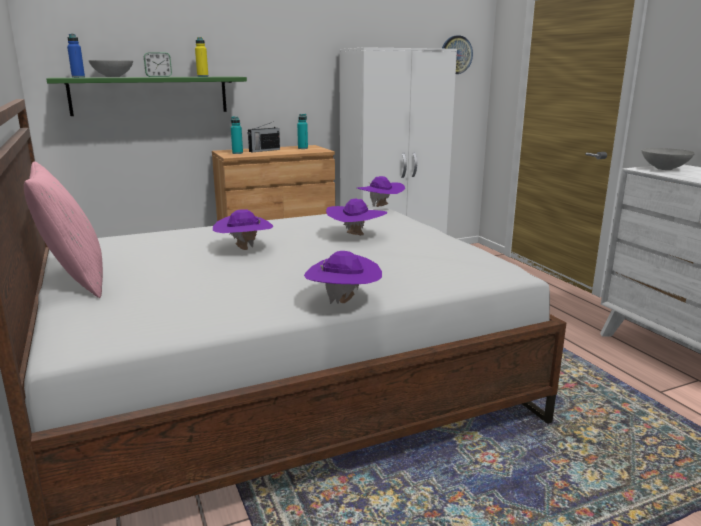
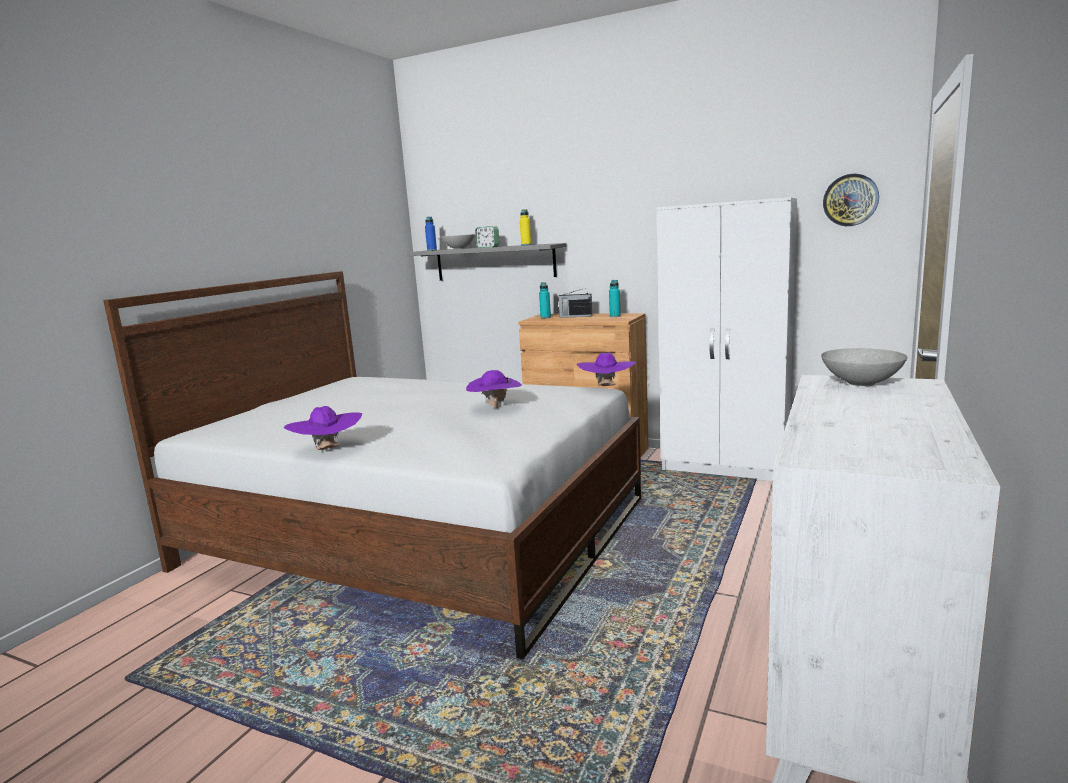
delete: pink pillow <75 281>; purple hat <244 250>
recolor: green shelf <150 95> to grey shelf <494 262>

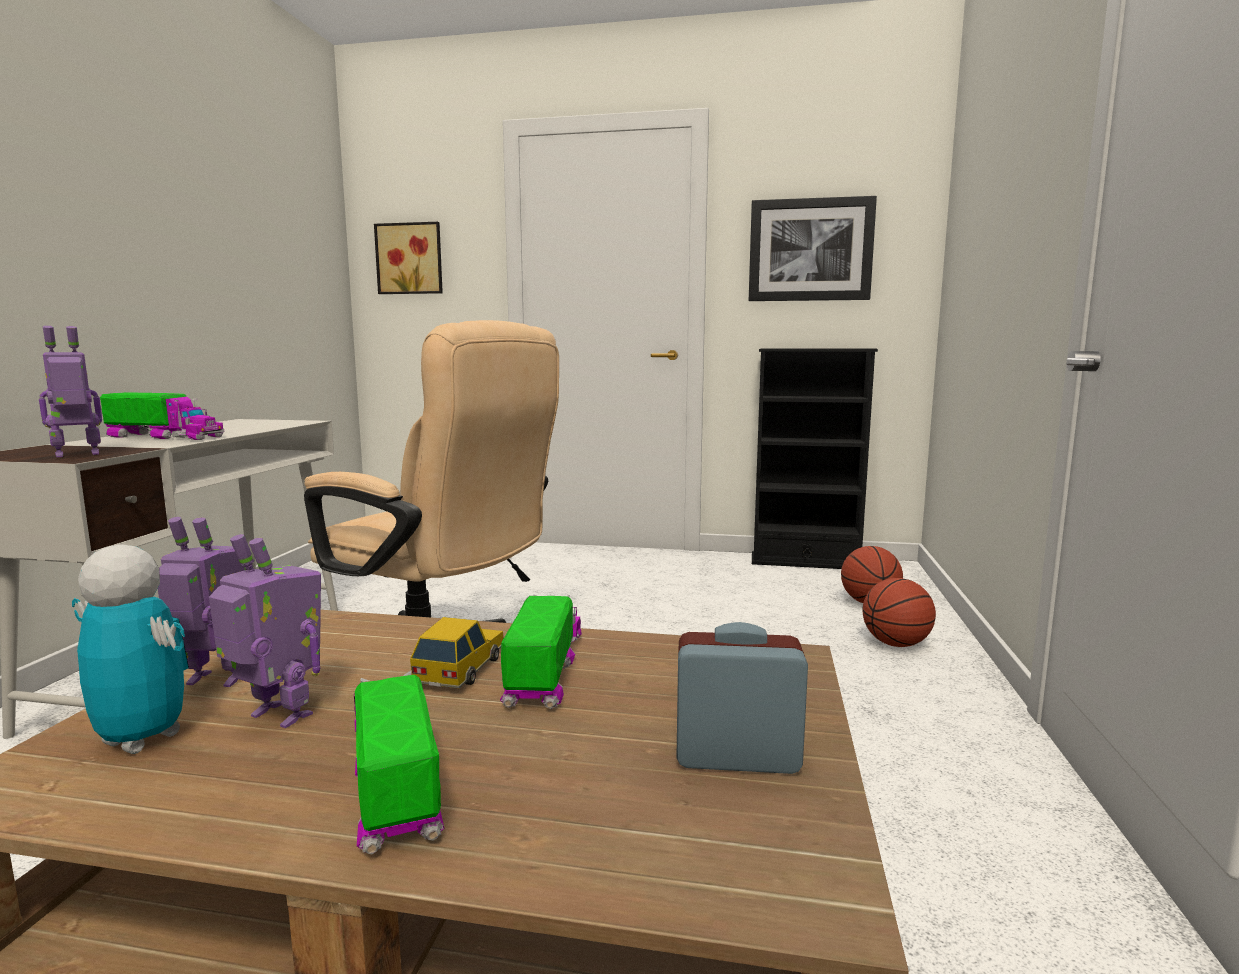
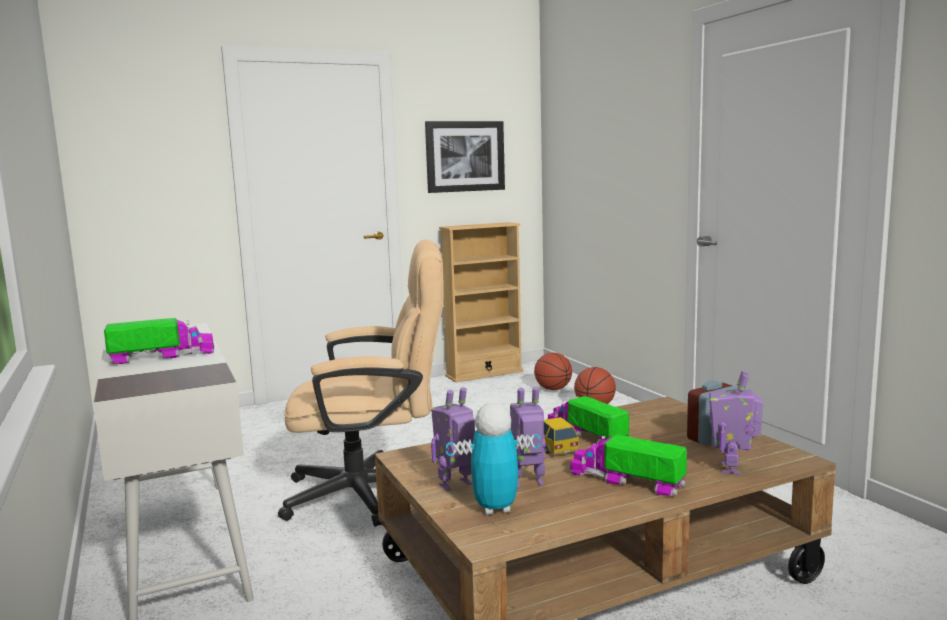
delete: picture <410 259>
move: toy robot <77 454> to <732 468>
recolor: black bookcase <805 562> to beige bookcase <484 373>

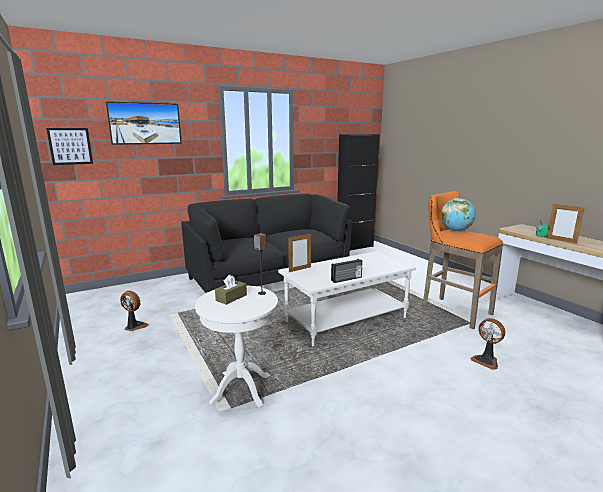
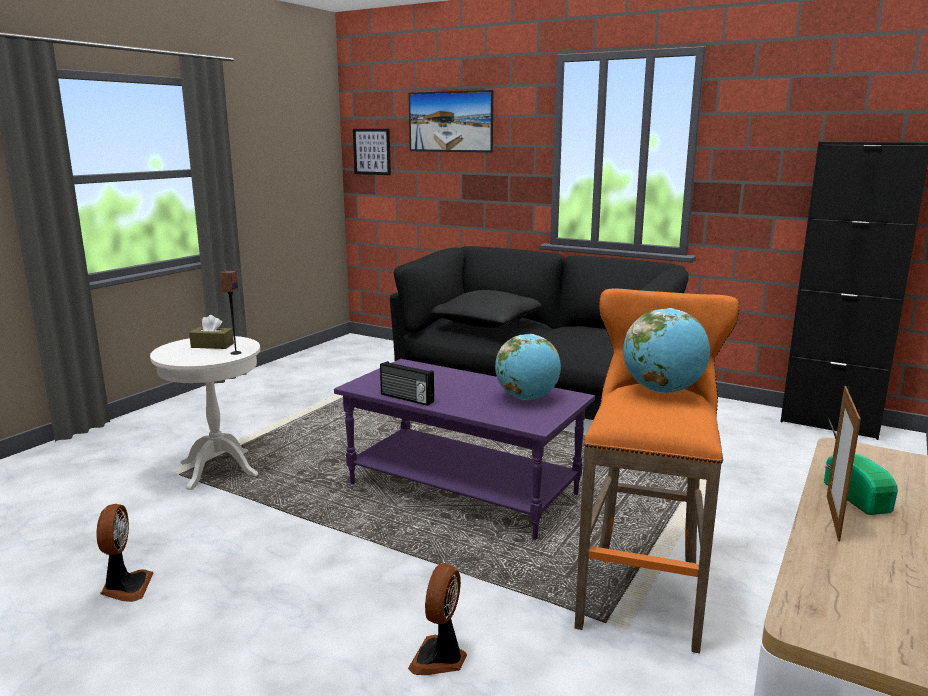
delete: picture frame <300 269>
insert: black pillow <487 324>; globe <527 398>
move: fan <134 326> to <125 587>
recolor: white coffee table <346 319> to purple coffee table <464 489>

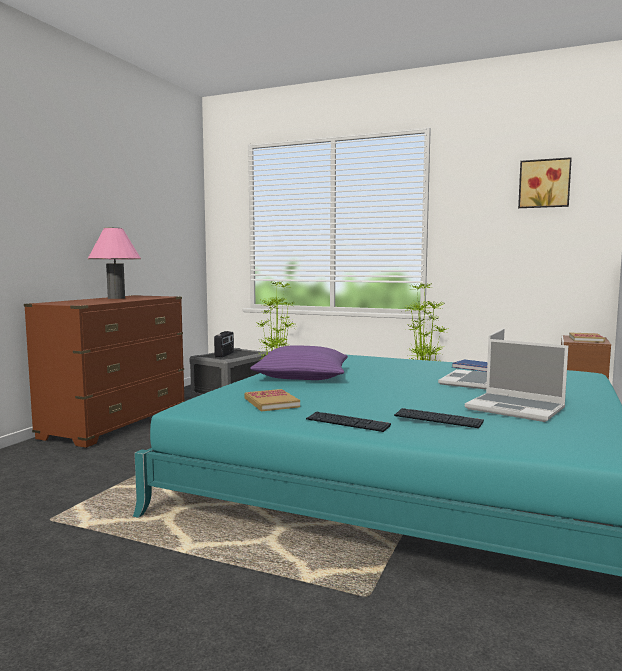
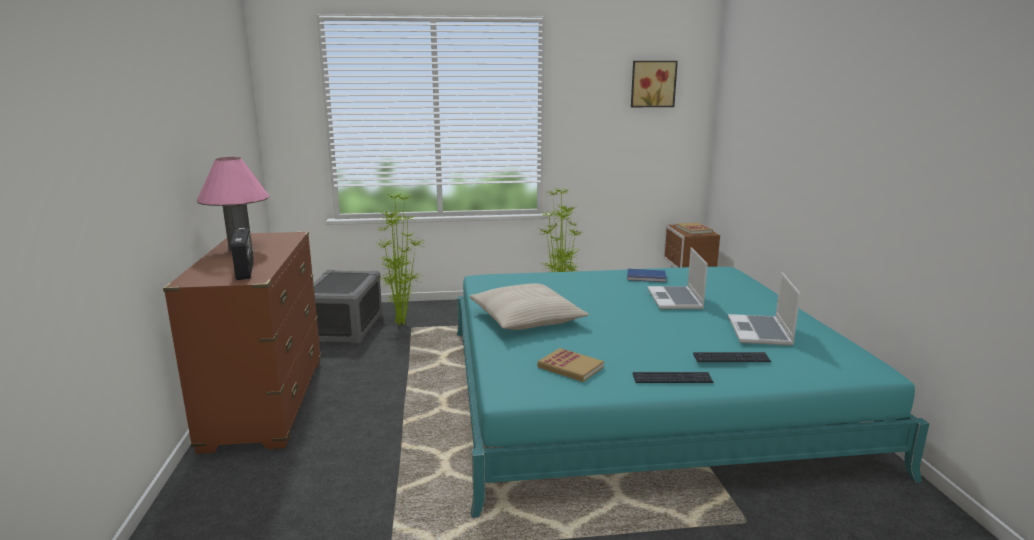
move: radio <224 354> to <246 271>
recolor: purple pillow <302 375> to beige pillow <526 318>
rotate: laptop <516 409> = <760 332> 90 degrees clockwise

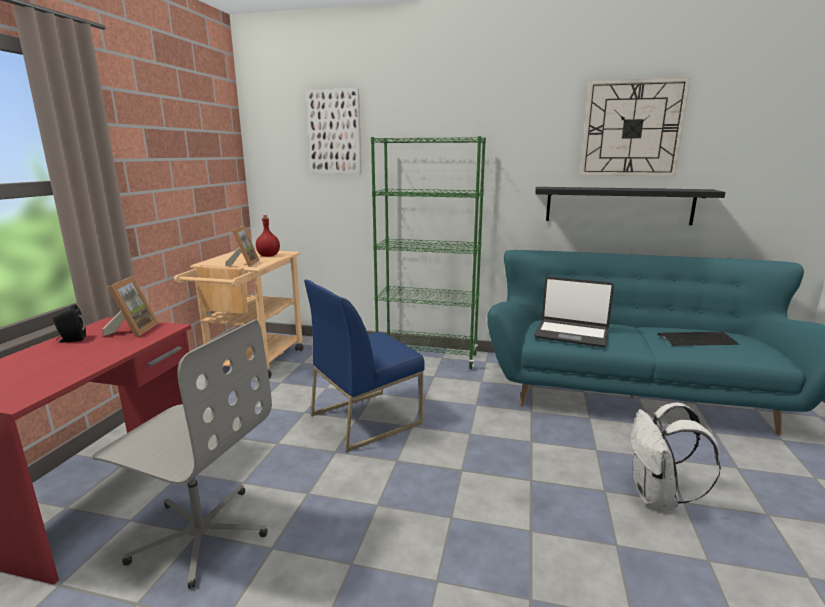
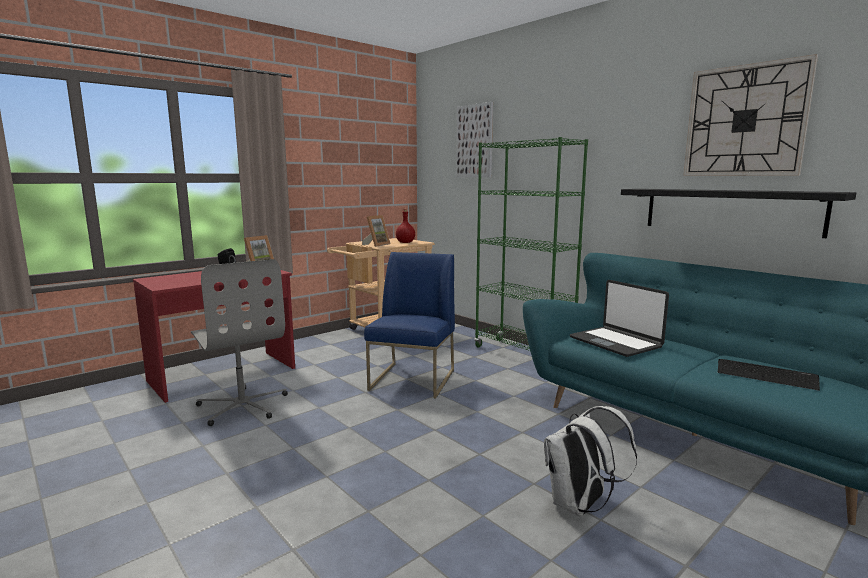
rotate: blue chair <366 418> = <413 380> 105 degrees clockwise

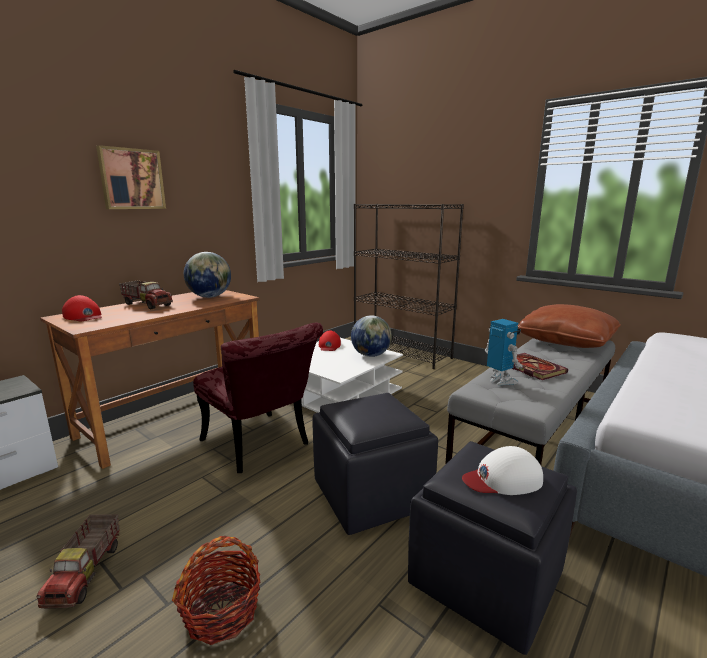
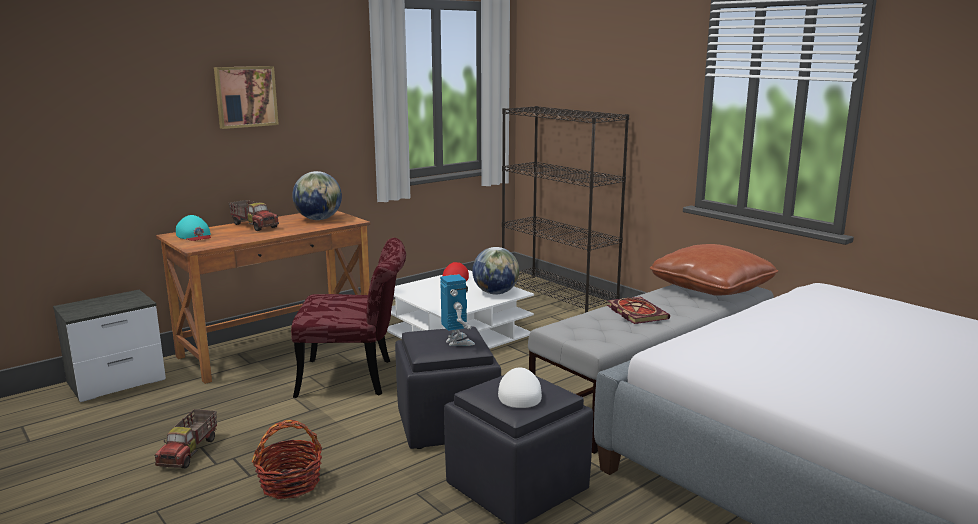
move: toy robot <500 381> to <457 342>
recolor: red cap <83 316> to turquoise cap <194 235>
rotate: red chair <261 446> = <357 378> 60 degrees counterclockwise; white cap <503 479> = <519 393> 90 degrees clockwise

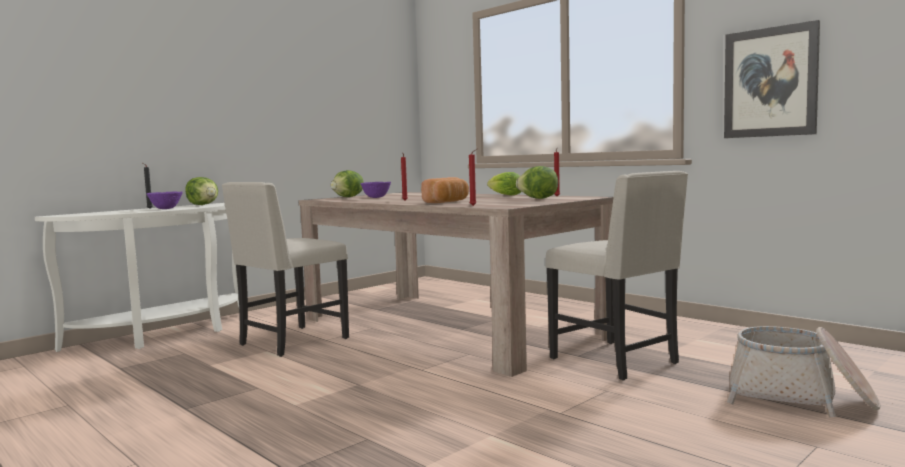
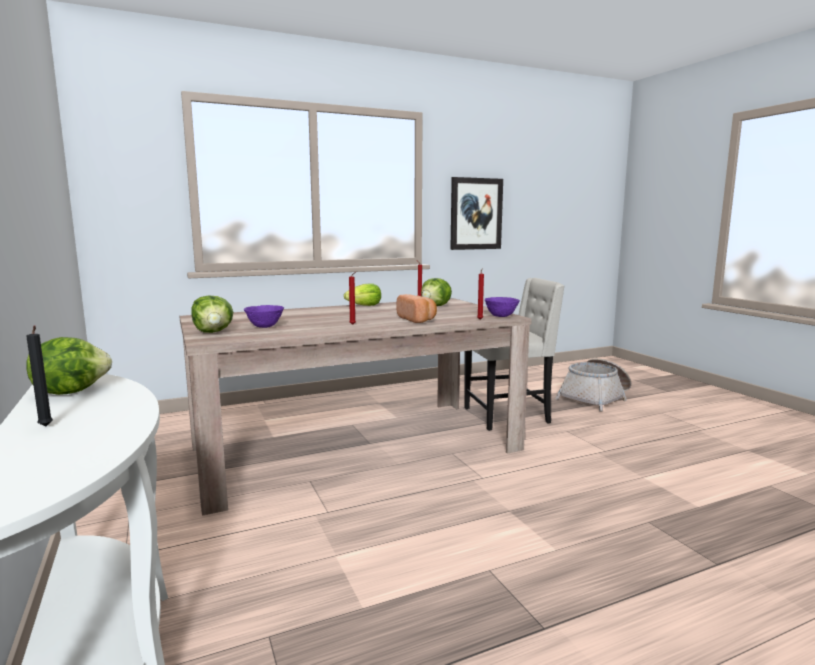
delete: beige chair <291 342>
move: purple bowl <166 209> to <501 316>

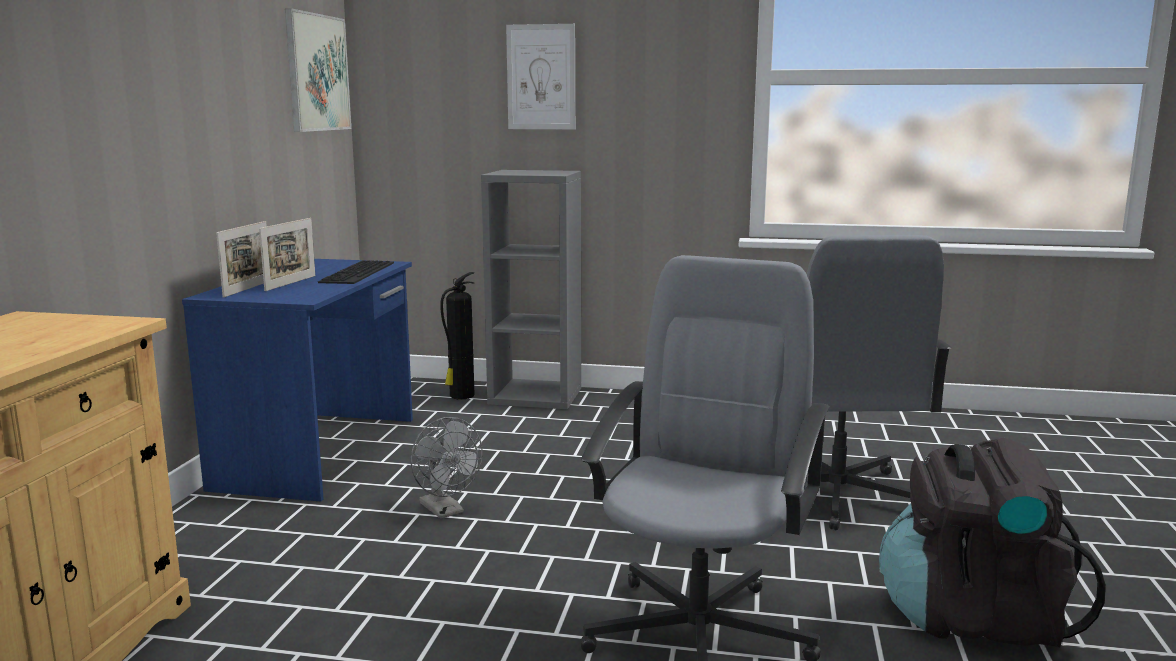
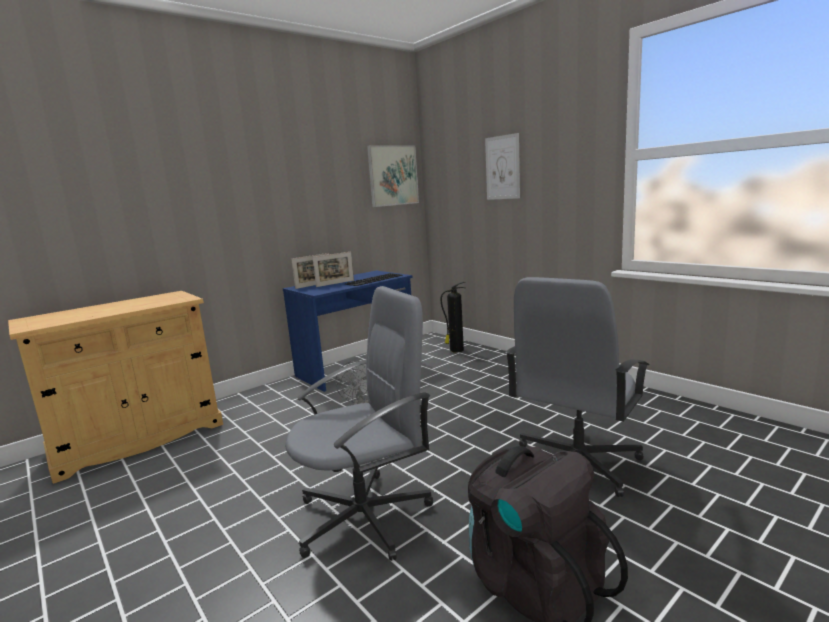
delete: grey bookcase <536 396>

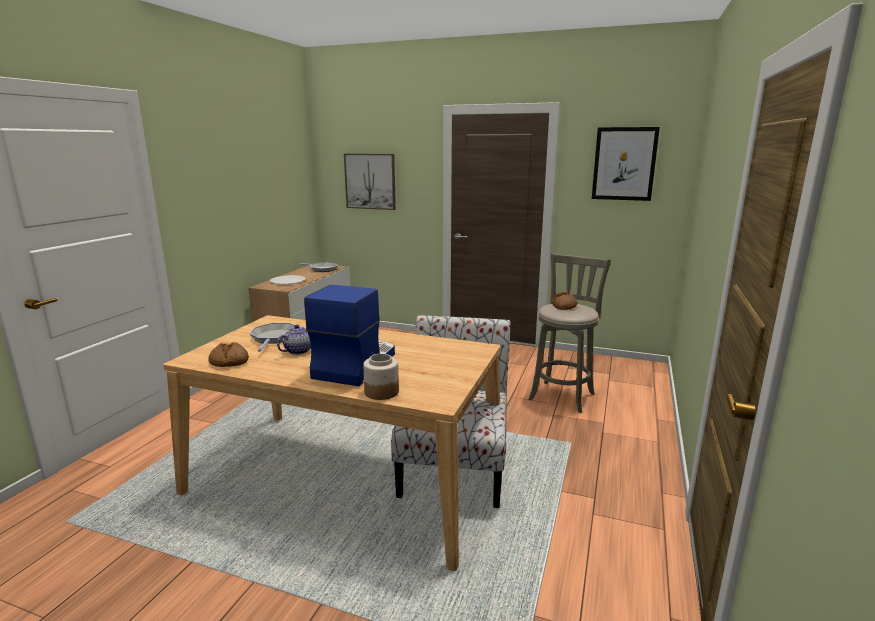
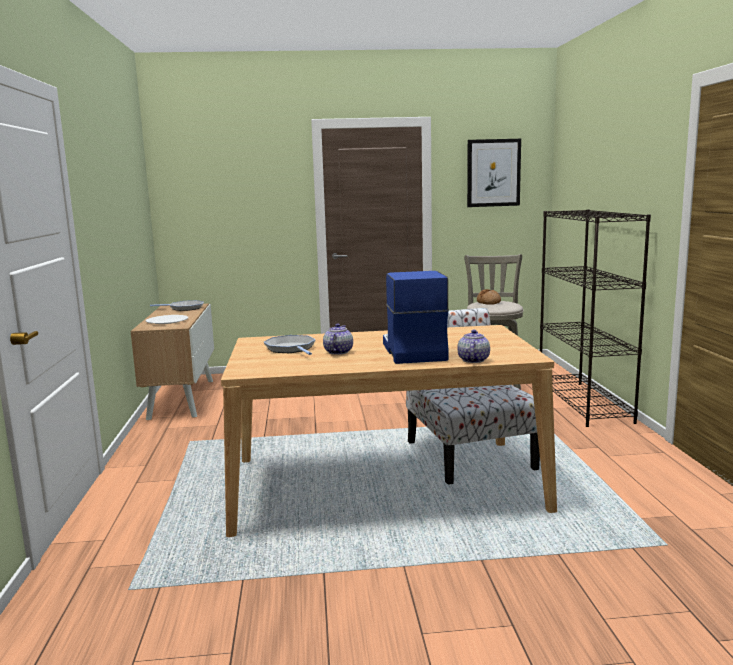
delete: bread <229 362>; picture <370 181>
insert: black bookcase <584 403>
replace: jar <381 392> to teapot <473 360>

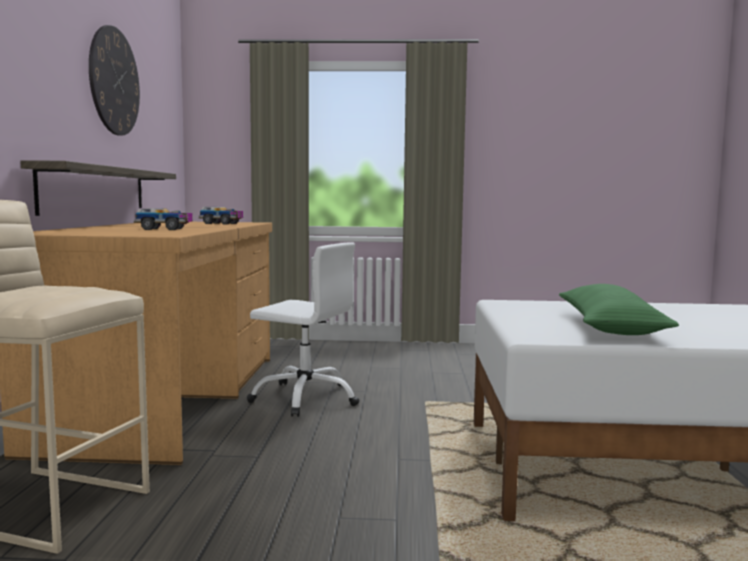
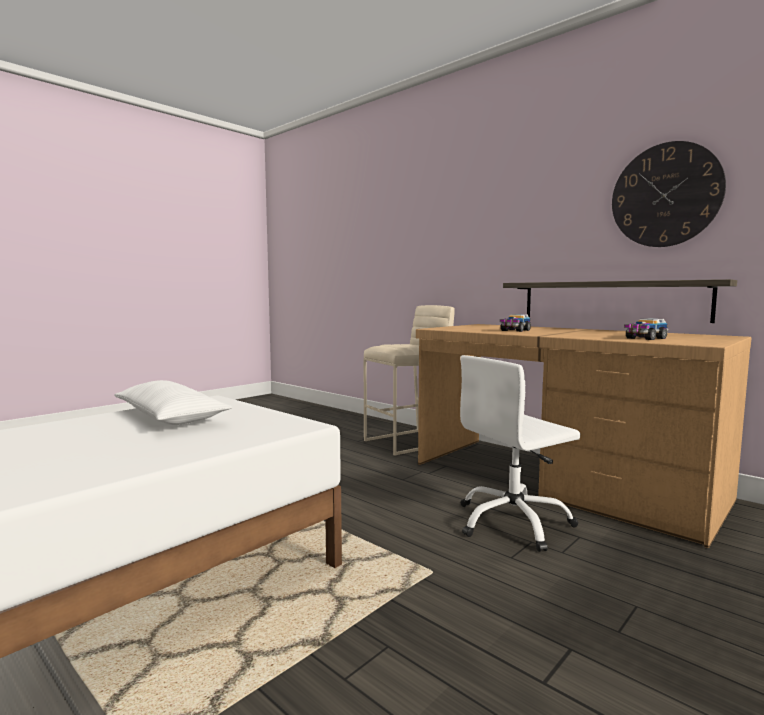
recolor: green pillow <609 327> to white pillow <170 417>

